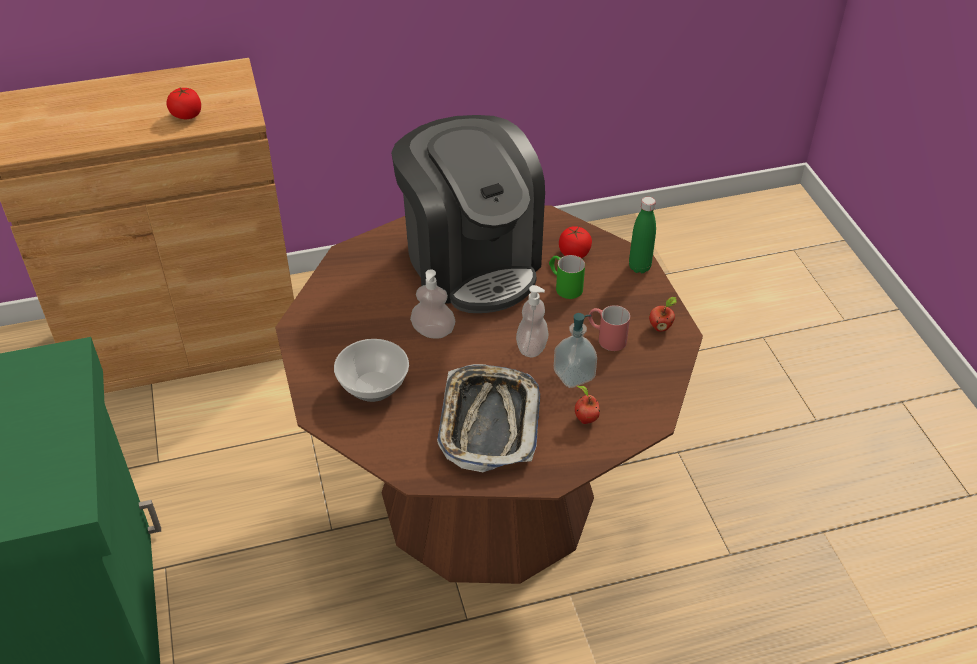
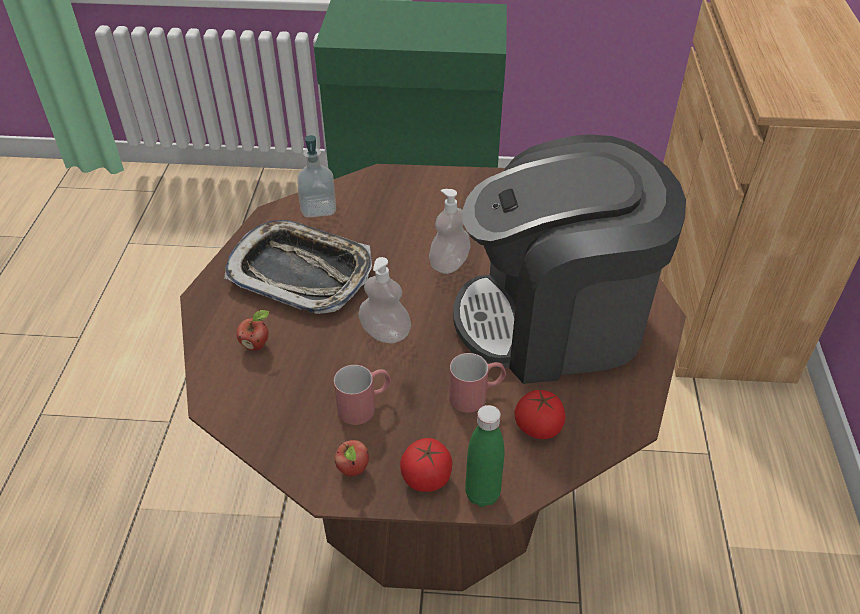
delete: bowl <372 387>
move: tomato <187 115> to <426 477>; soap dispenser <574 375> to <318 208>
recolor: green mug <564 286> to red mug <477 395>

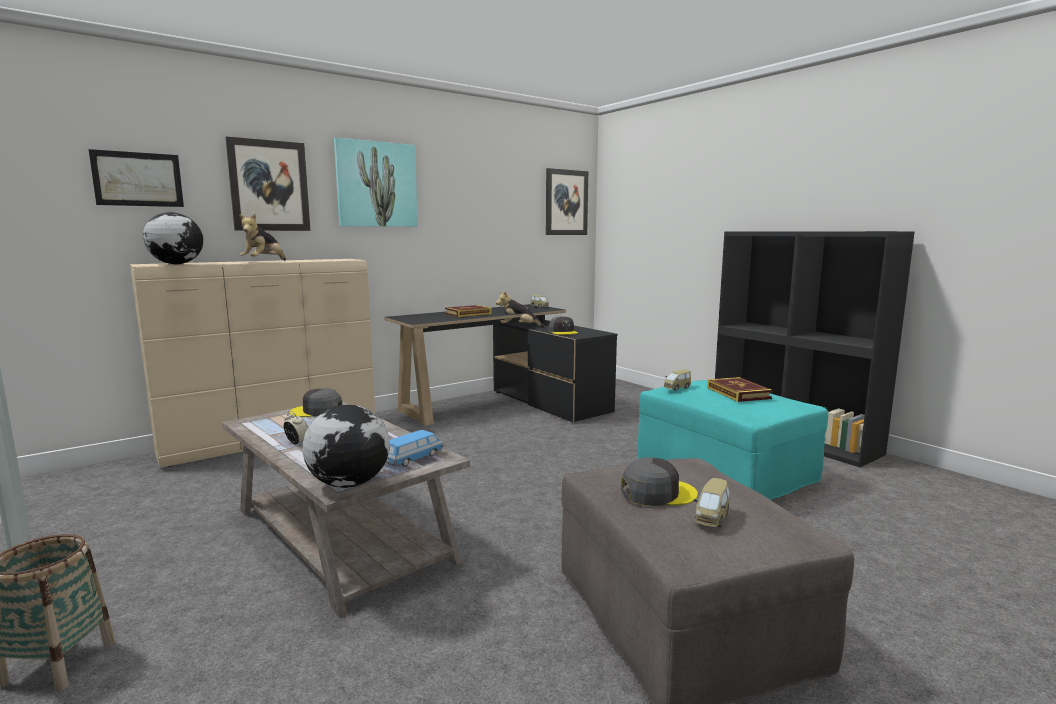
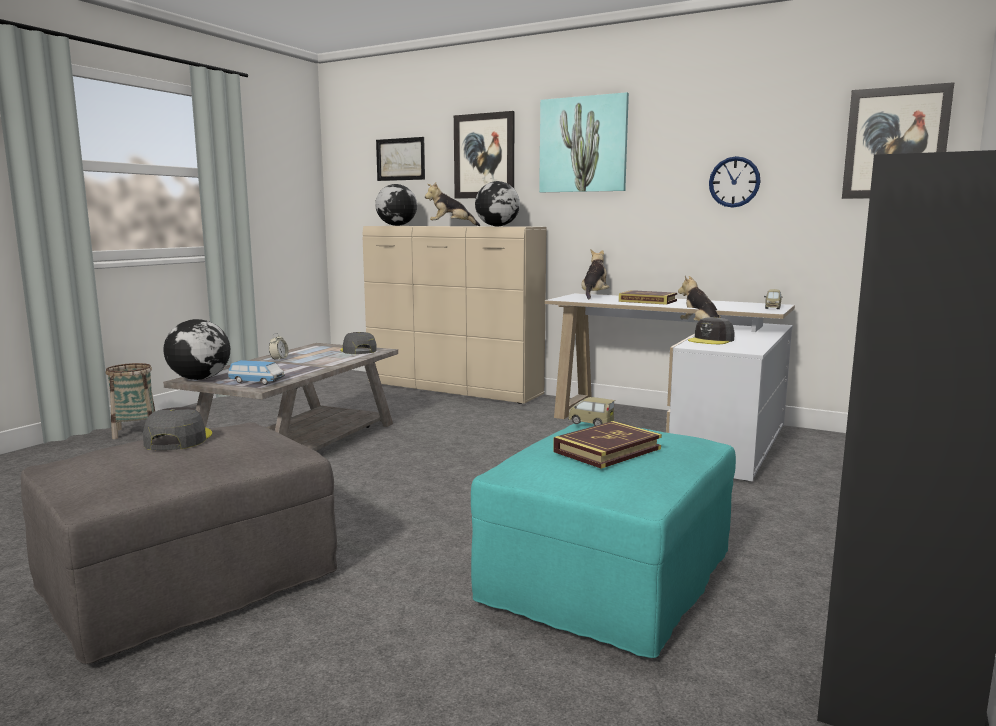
delete: toy car <711 517>
insert: globe <497 226>; plush toy <594 296>; wall clock <734 182>
recolor: black desk <505 405> to white desk <676 431>
rotate: grey cap <657 492> = <178 439> 150 degrees counterclockwise

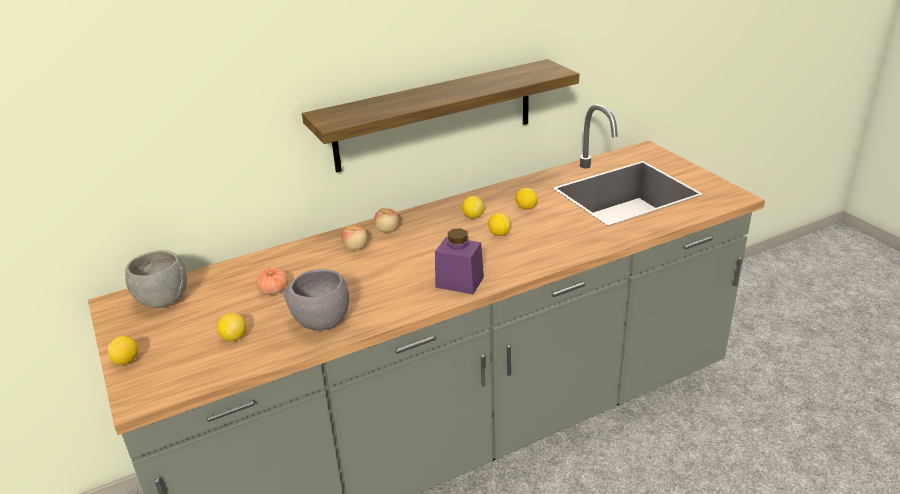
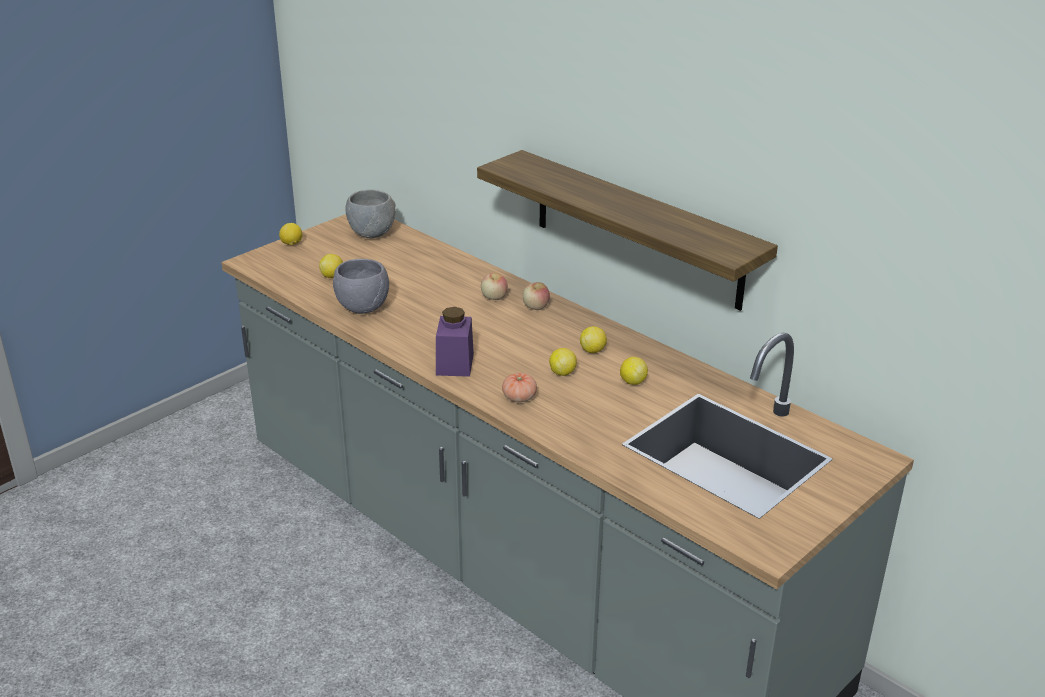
move: tomato <274 290> to <519 397>

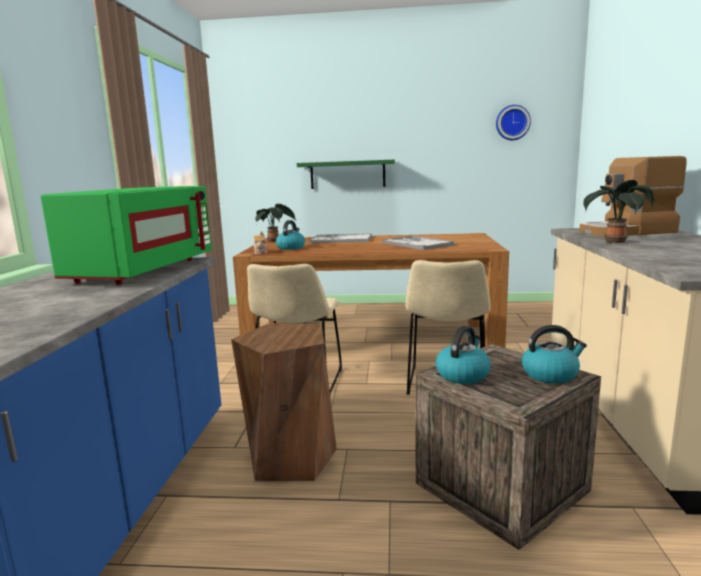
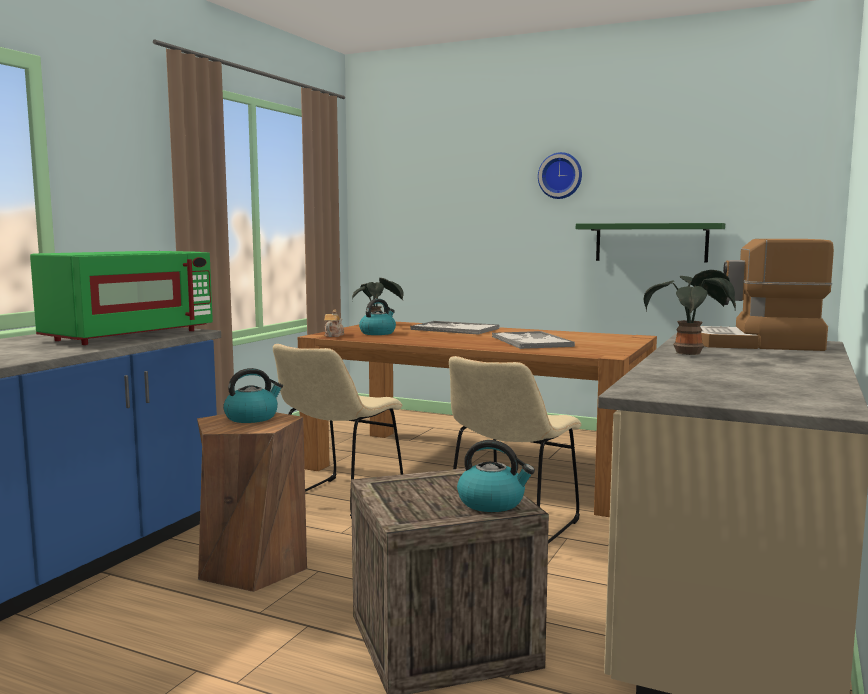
move: green shelf <347 174> to <651 242>; kettle <462 374> to <252 417>; wall clock <512 122> to <560 176>

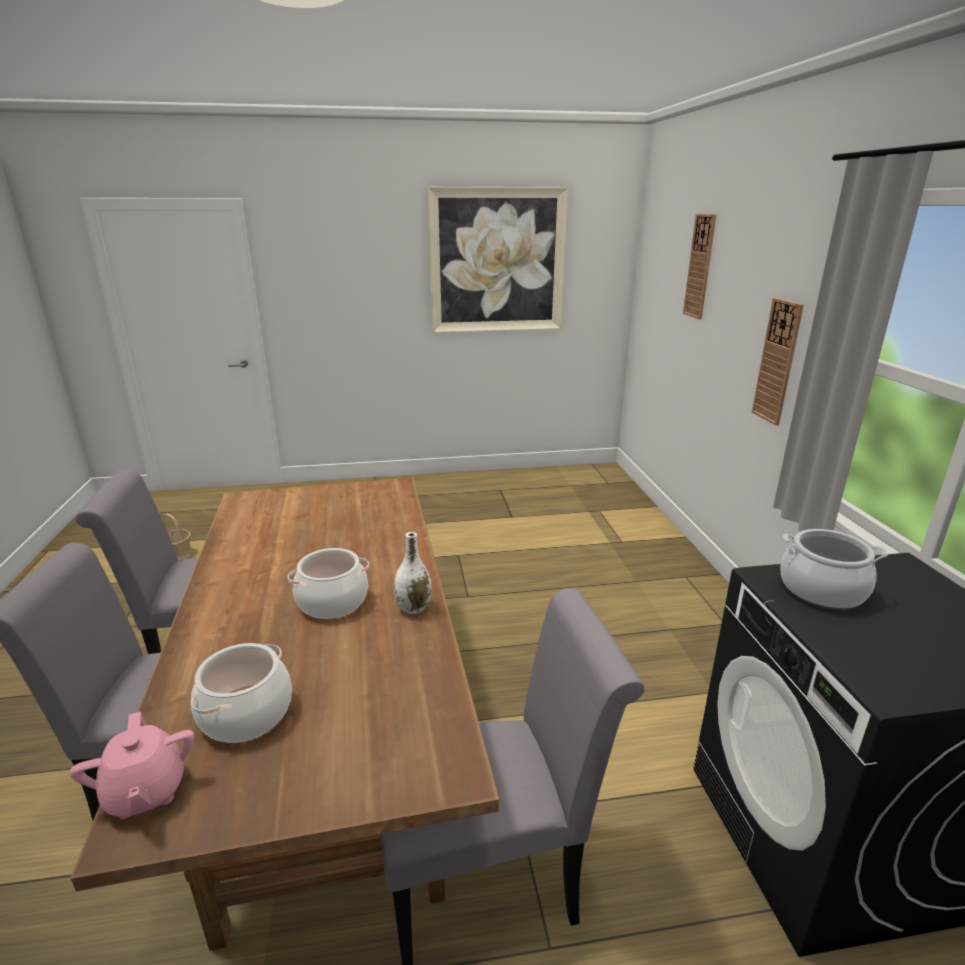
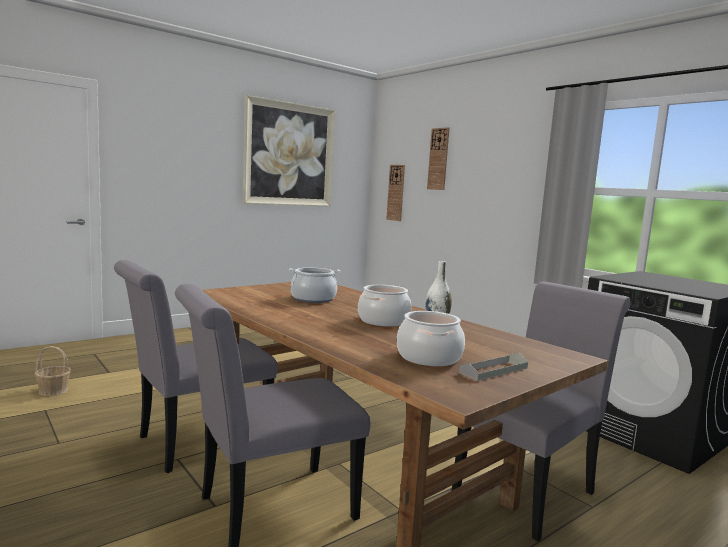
delete: pink teapot <146 792>
insert: grey tray <494 370>
move: wall clock <777 362> to <396 192>; cooking pot <821 590> to <313 299>

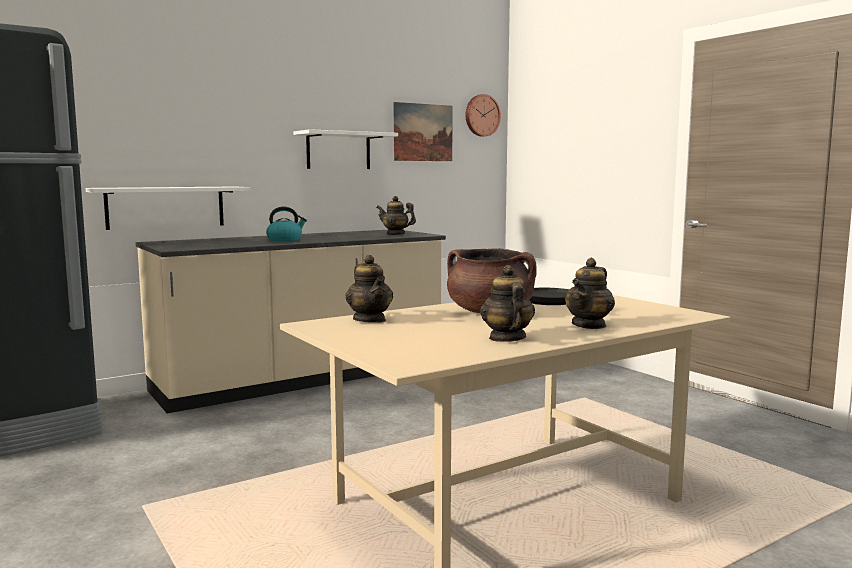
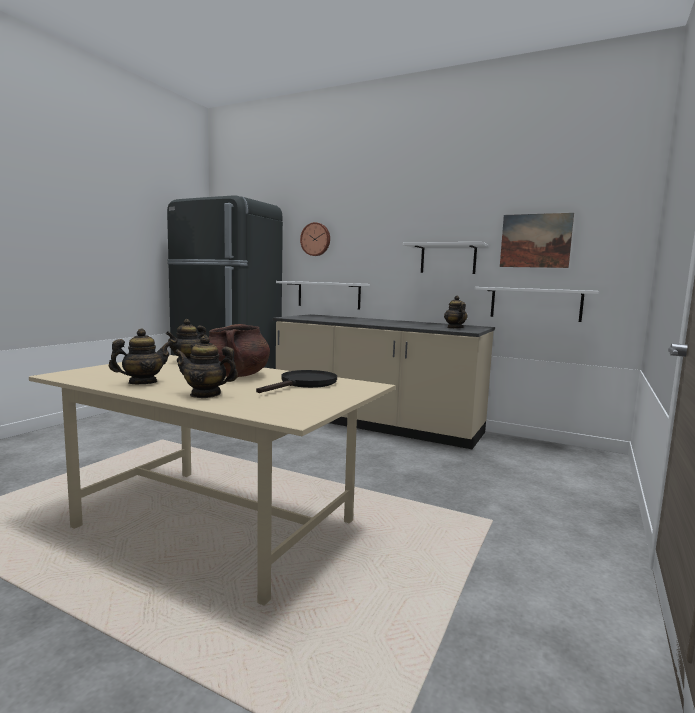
delete: kettle <285 240>
insert: white shelf <535 304>
move: wall clock <481 115> to <316 239>

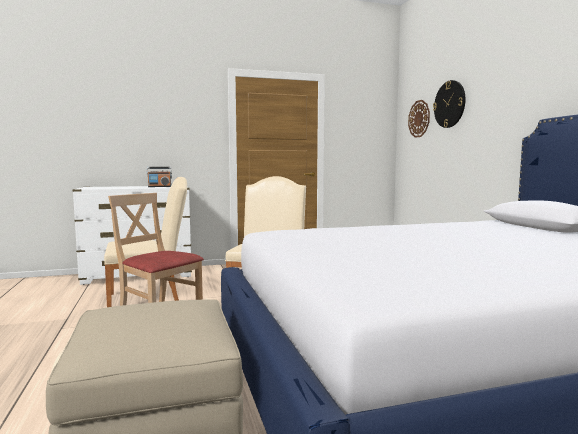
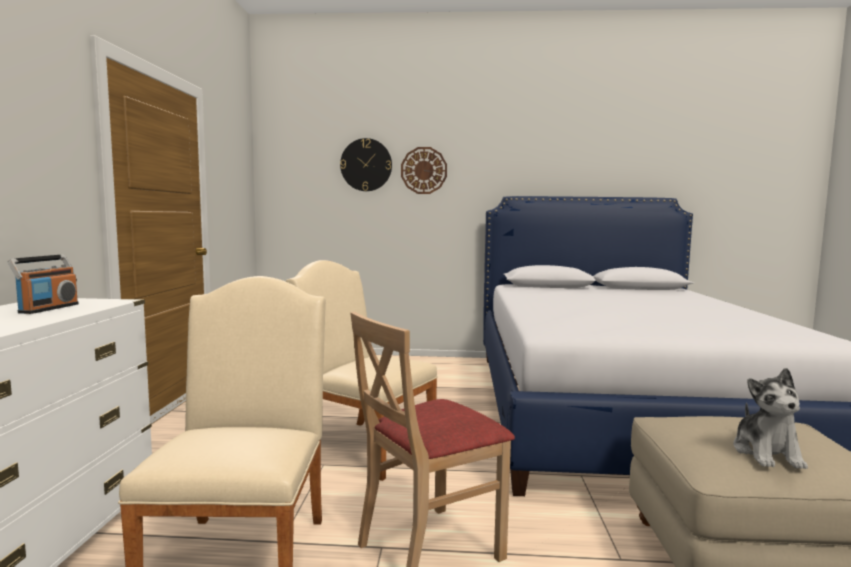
insert: plush toy <767 453>
move: wall clock <419 118> to <424 170>

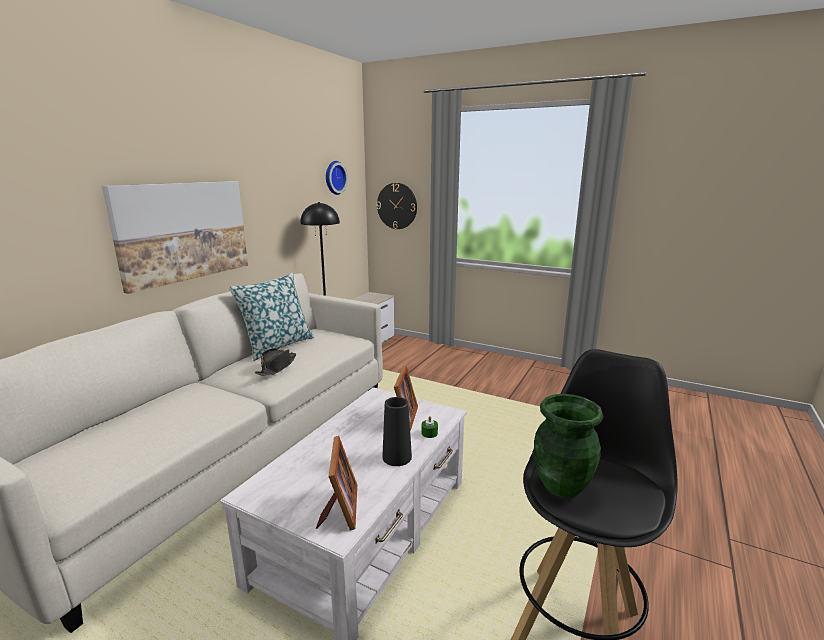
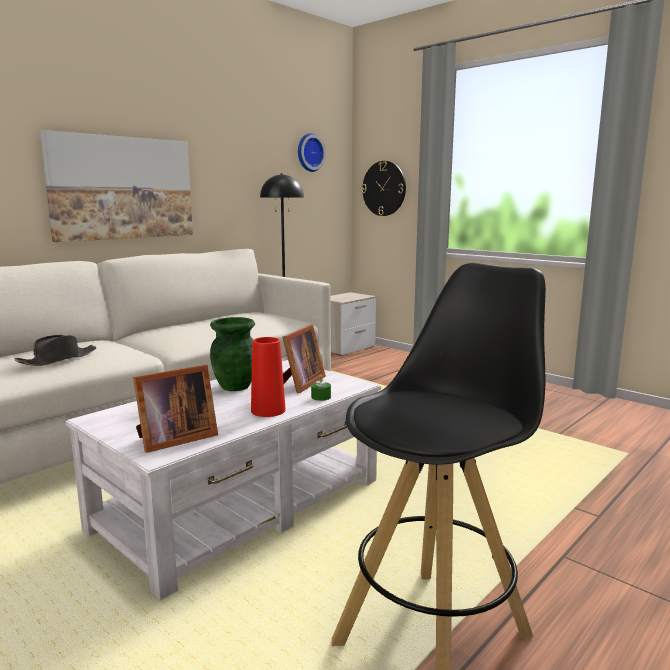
delete: pillow <277 346>
move: black hat <277 367> to <58 359>; green vase <561 485> to <235 386>
recolor: black vase <397 457> to red vase <268 410>
rotate: picture frame <339 509> = <174 439> 45 degrees clockwise

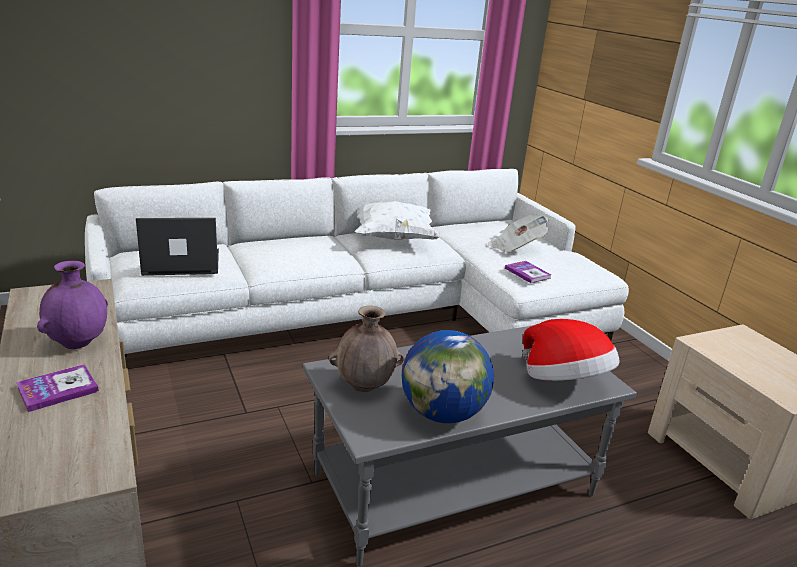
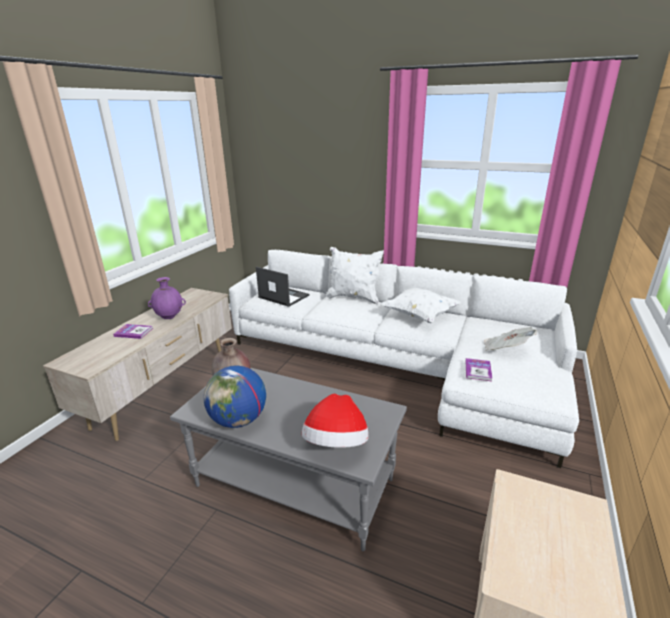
insert: white pillow <353 297>

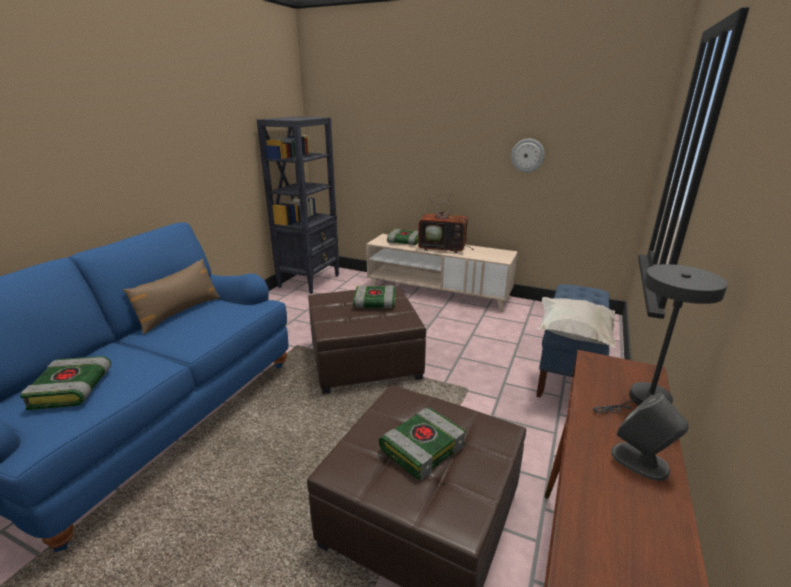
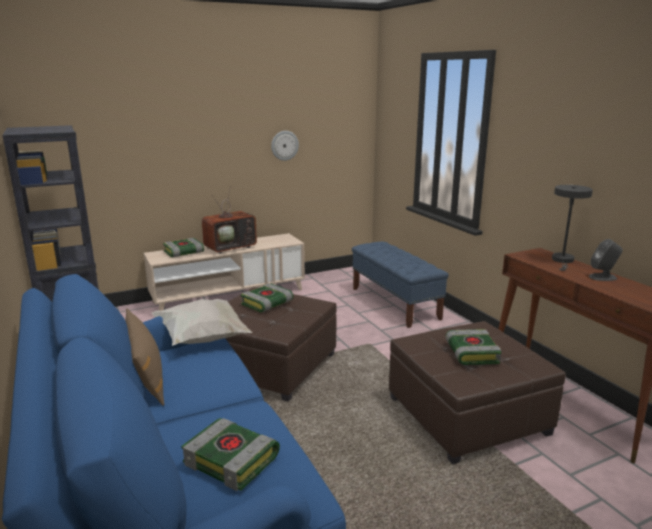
move: white pillow <574 336> to <203 340>

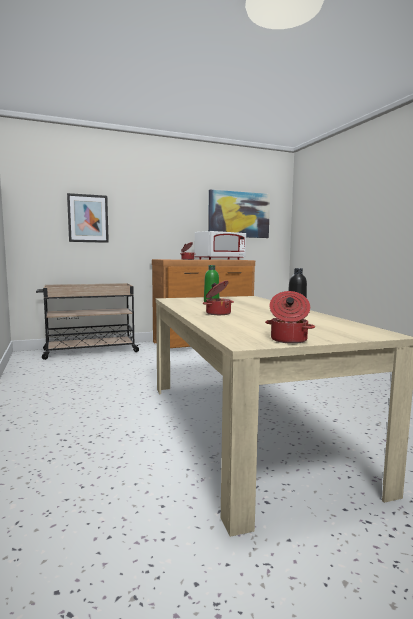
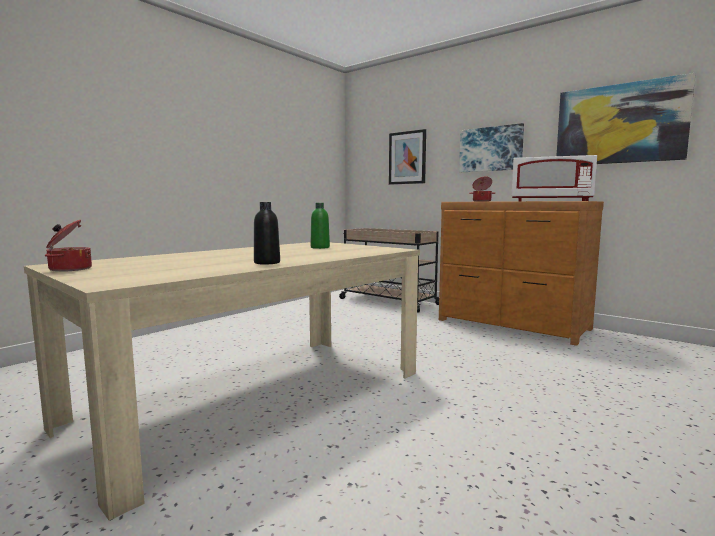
delete: cooking pot <218 313>
insert: picture <490 149>

